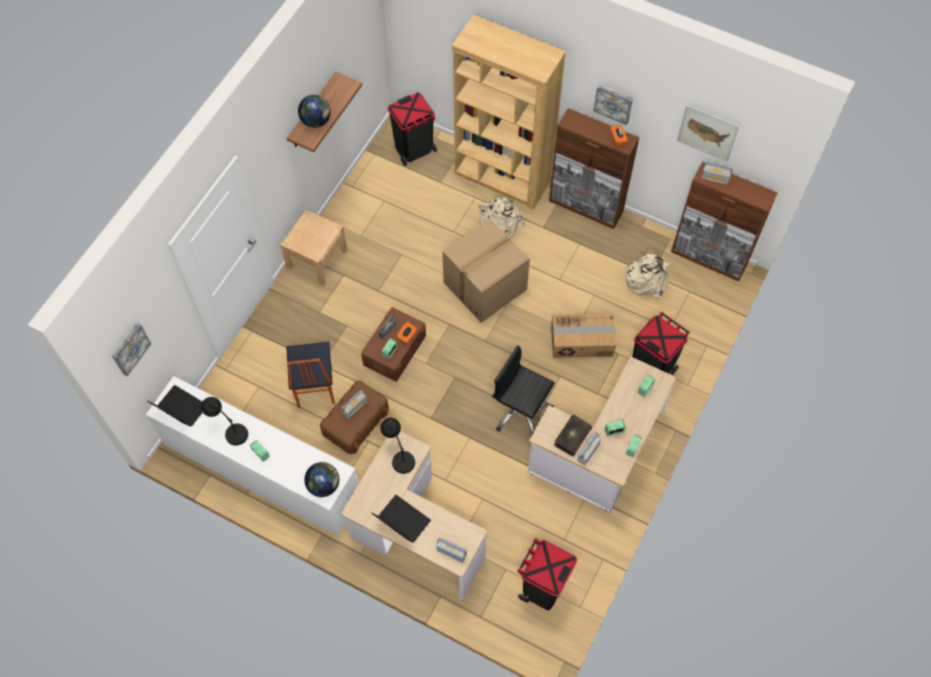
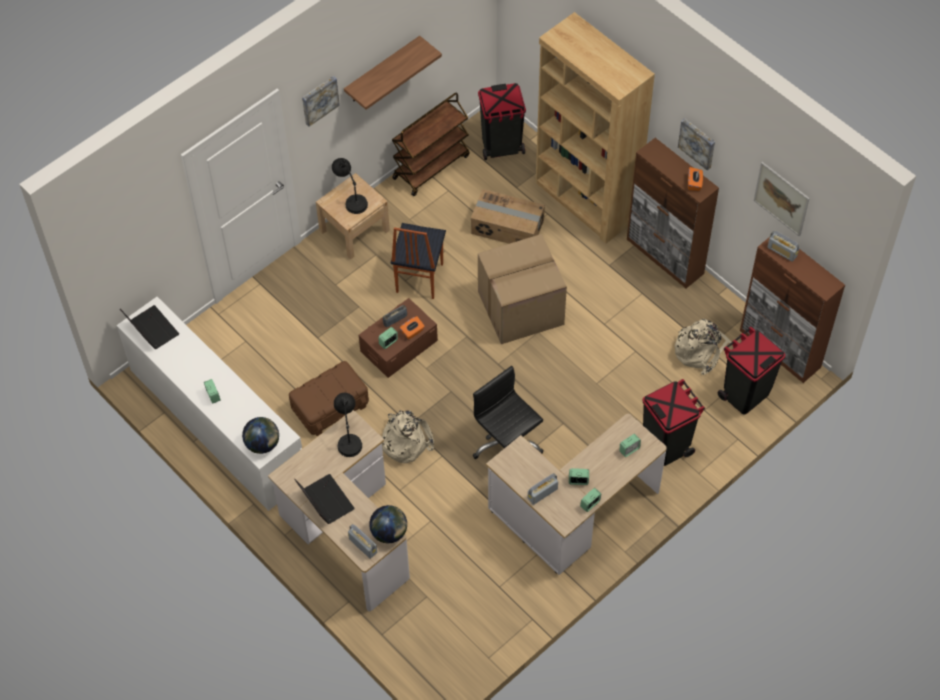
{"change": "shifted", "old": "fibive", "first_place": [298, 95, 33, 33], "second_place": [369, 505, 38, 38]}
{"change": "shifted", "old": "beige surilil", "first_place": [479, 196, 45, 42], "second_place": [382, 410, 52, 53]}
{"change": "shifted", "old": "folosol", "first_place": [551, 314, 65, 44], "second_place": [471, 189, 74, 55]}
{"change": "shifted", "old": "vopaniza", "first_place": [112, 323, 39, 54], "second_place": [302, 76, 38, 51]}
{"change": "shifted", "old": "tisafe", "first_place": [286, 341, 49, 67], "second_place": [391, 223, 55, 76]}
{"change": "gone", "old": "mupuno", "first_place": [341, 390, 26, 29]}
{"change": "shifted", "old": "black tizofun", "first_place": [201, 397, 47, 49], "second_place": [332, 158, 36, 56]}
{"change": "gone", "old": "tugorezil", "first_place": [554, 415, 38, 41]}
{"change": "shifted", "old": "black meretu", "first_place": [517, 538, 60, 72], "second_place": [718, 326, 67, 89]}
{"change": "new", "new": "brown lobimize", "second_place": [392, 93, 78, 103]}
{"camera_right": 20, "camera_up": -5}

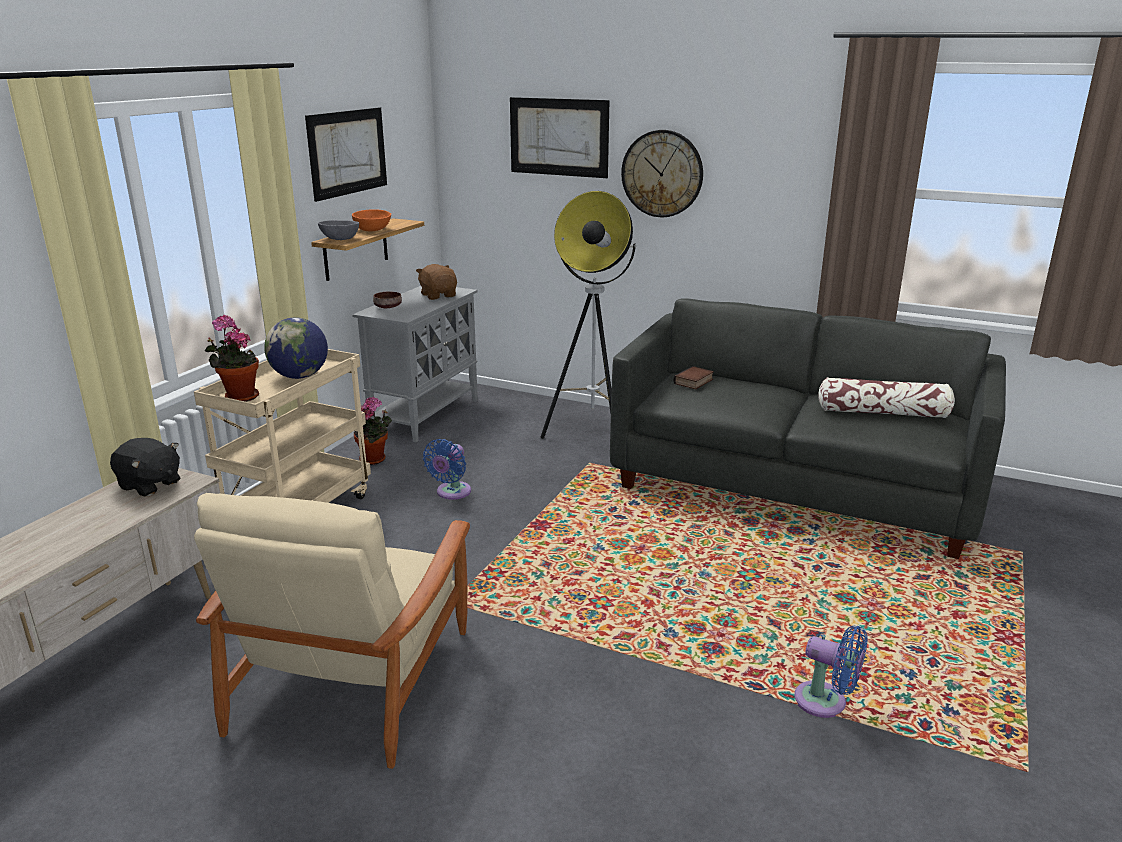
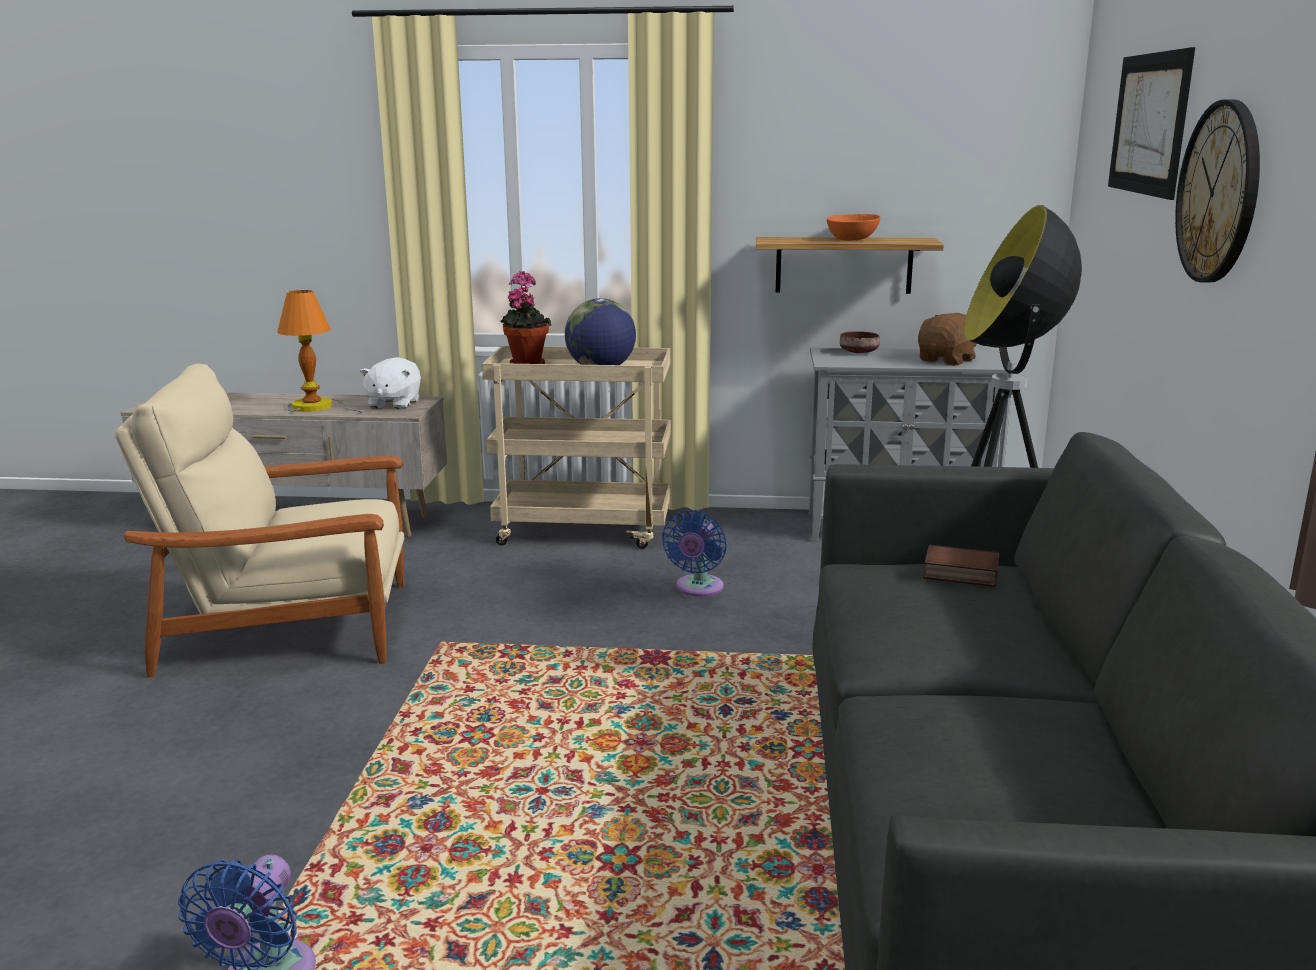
{"change": "gone", "old": "vopaniza", "first_place": [305, 107, 82, 95]}
{"change": "gone", "old": "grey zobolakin", "first_place": [318, 220, 41, 20]}
{"change": "gone", "old": "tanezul", "first_place": [819, 377, 136, 41]}
{"change": "gone", "old": "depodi", "first_place": [354, 397, 38, 68]}
{"change": "repainted", "old": "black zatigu", "new": "white zatigu", "first_place": [110, 438, 70, 59], "second_place": [359, 357, 62, 53]}
{"change": "rotated", "old": "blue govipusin", "first_place": [423, 439, 48, 61], "second_place": [662, 510, 65, 87], "degrees": -75}
{"change": "new", "new": "tizofun", "second_place": [277, 290, 87, 123]}
{"camera_right": 70, "camera_up": -5}

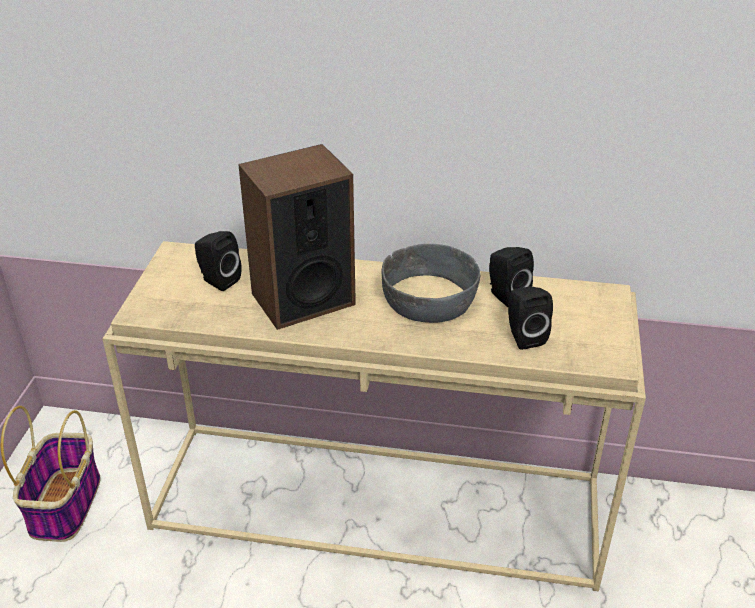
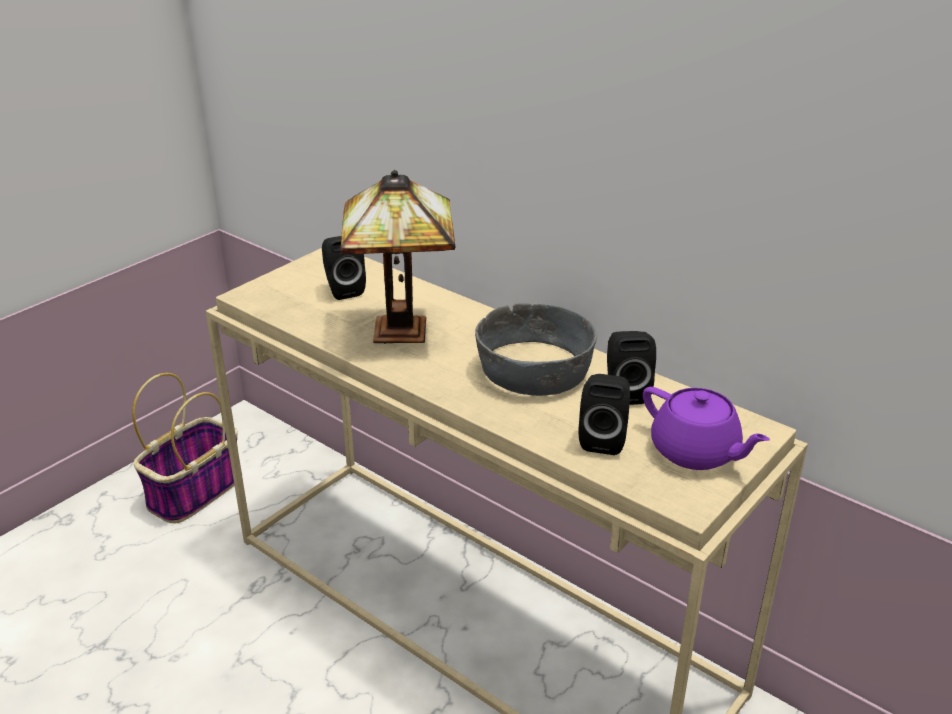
{"change": "swapped", "old": "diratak", "new": "tizofun", "first_place": [238, 144, 118, 186], "second_place": [340, 170, 116, 174]}
{"change": "new", "new": "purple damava", "second_place": [643, 387, 127, 83]}
{"camera_right": 30, "camera_up": -5}

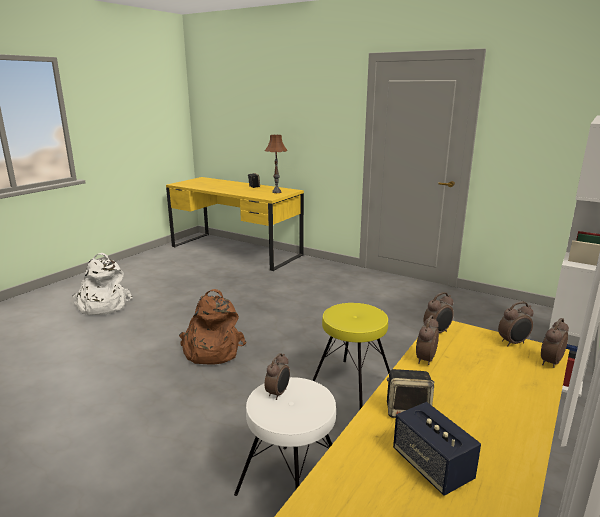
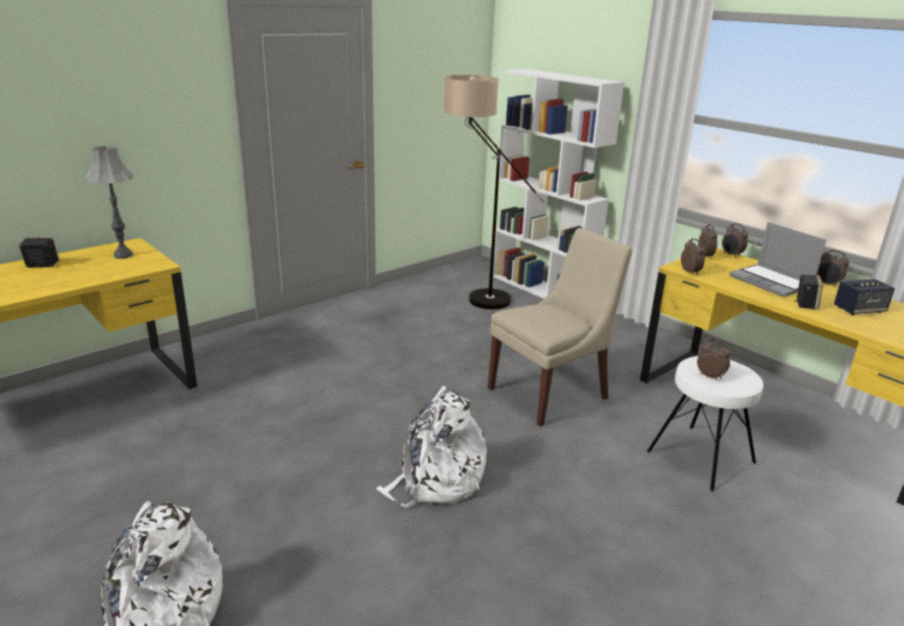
{"change": "repainted", "old": "brown tizofun", "new": "grey tizofun", "first_place": [265, 135, 22, 58], "second_place": [86, 146, 48, 113]}
{"change": "repainted", "old": "brown surilil", "new": "white surilil", "first_place": [179, 289, 67, 76], "second_place": [376, 386, 111, 122]}
{"change": "swapped", "old": "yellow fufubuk", "new": "beige tisafe", "first_place": [312, 303, 78, 106], "second_place": [488, 228, 144, 199]}
{"change": "shifted", "old": "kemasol", "first_place": [416, 315, 23, 50], "second_place": [817, 250, 32, 38]}
{"change": "new", "new": "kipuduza", "second_place": [444, 75, 101, 234]}
{"change": "new", "new": "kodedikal", "second_place": [729, 222, 97, 75]}
{"camera_right": -75, "camera_up": 5}

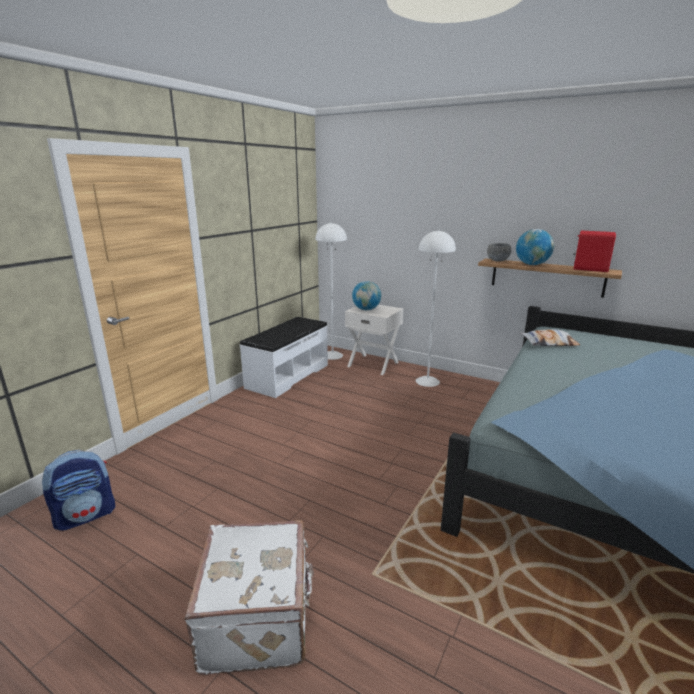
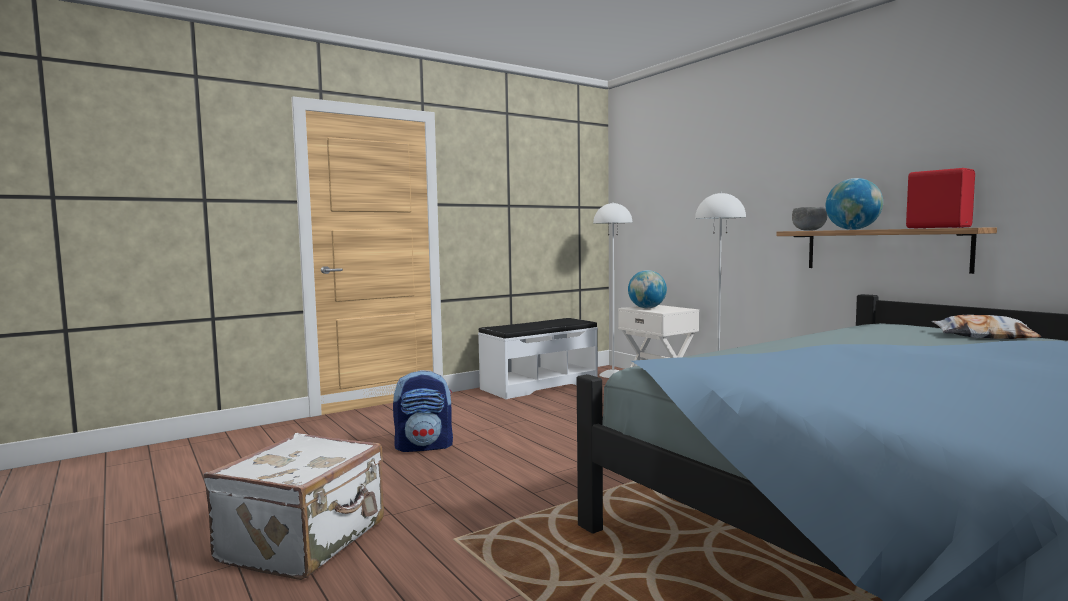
{"change": "shifted", "old": "tanezul", "first_place": [521, 329, 59, 17], "second_place": [931, 315, 110, 24]}
{"change": "shifted", "old": "surilil", "first_place": [42, 450, 73, 81], "second_place": [393, 370, 60, 82]}
{"camera_right": 25, "camera_up": -15}

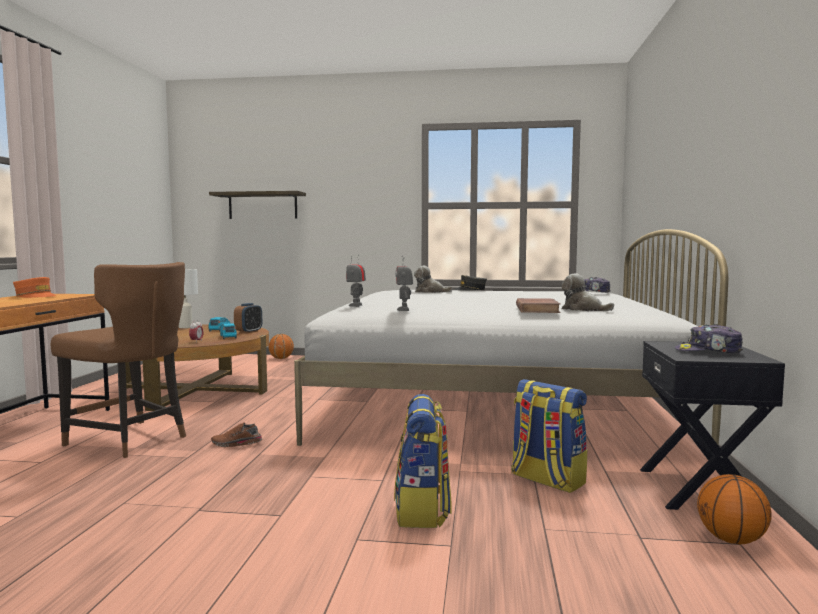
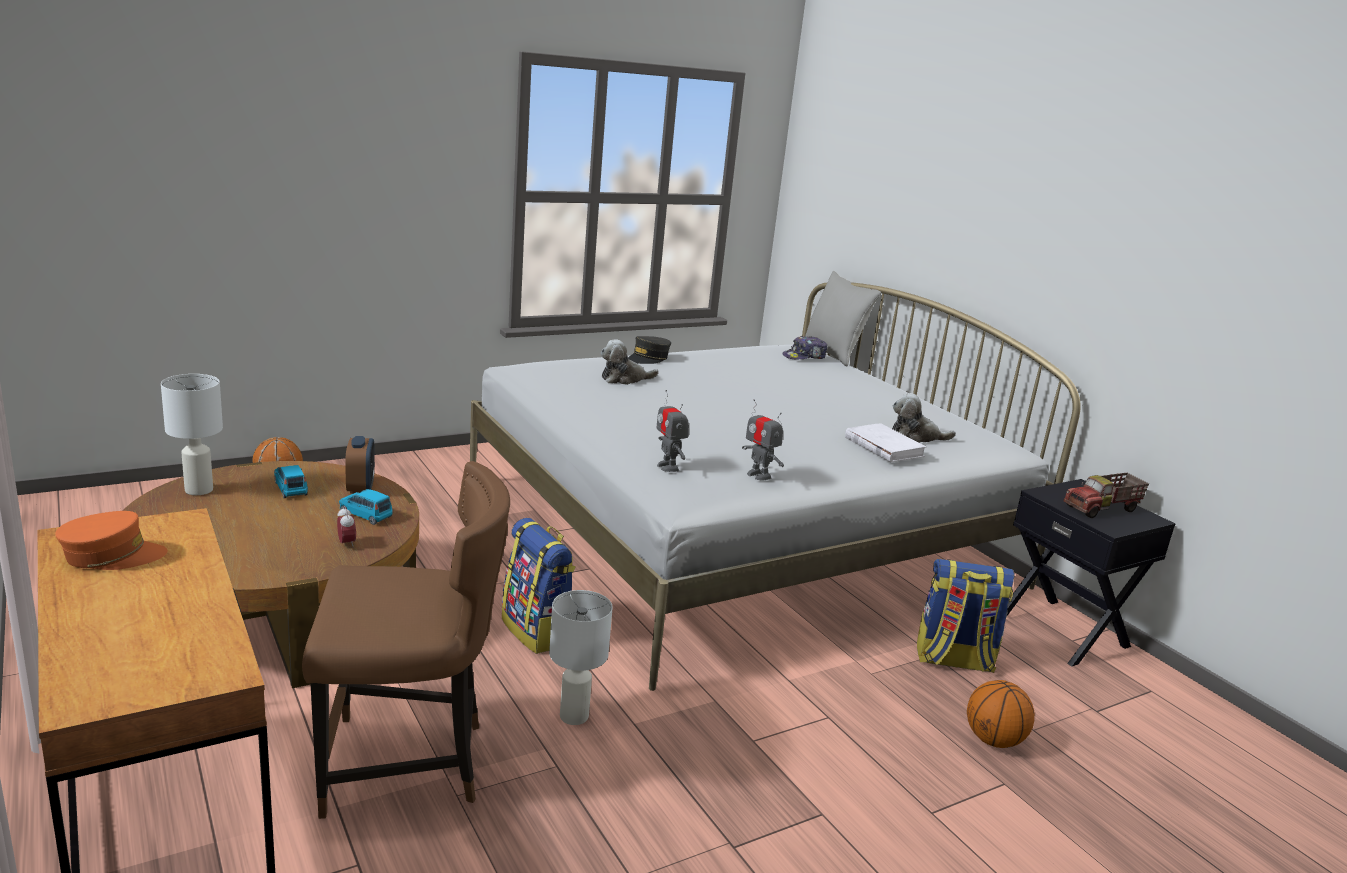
{"change": "gone", "old": "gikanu", "first_place": [209, 191, 97, 28]}
{"change": "repainted", "old": "brown tugorezil", "new": "white tugorezil", "first_place": [516, 298, 45, 15], "second_place": [845, 423, 82, 40]}
{"change": "swapped", "old": "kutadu", "new": "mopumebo", "first_place": [675, 324, 68, 29], "second_place": [1063, 473, 86, 45]}
{"change": "shifted", "old": "surilil", "first_place": [394, 394, 57, 134], "second_place": [502, 518, 74, 136]}
{"change": "swapped", "old": "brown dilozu", "new": "white tizofun", "first_place": [211, 422, 51, 25], "second_place": [549, 590, 64, 135]}
{"change": "shifted", "old": "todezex", "first_place": [697, 474, 75, 70], "second_place": [967, 680, 68, 68]}
{"change": "new", "new": "grey tanezul", "second_place": [805, 271, 77, 96]}
{"camera_right": -40, "camera_up": 15}

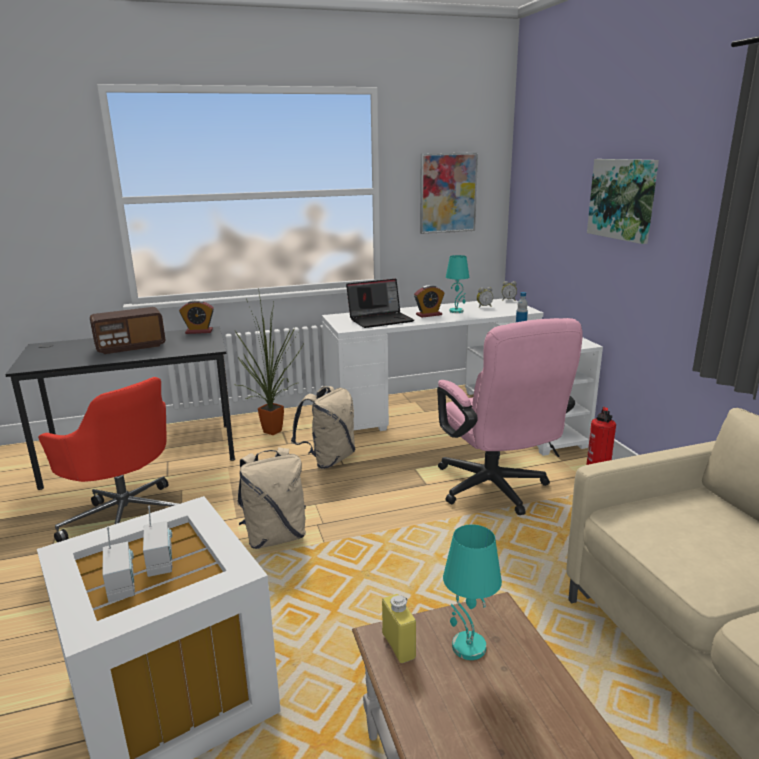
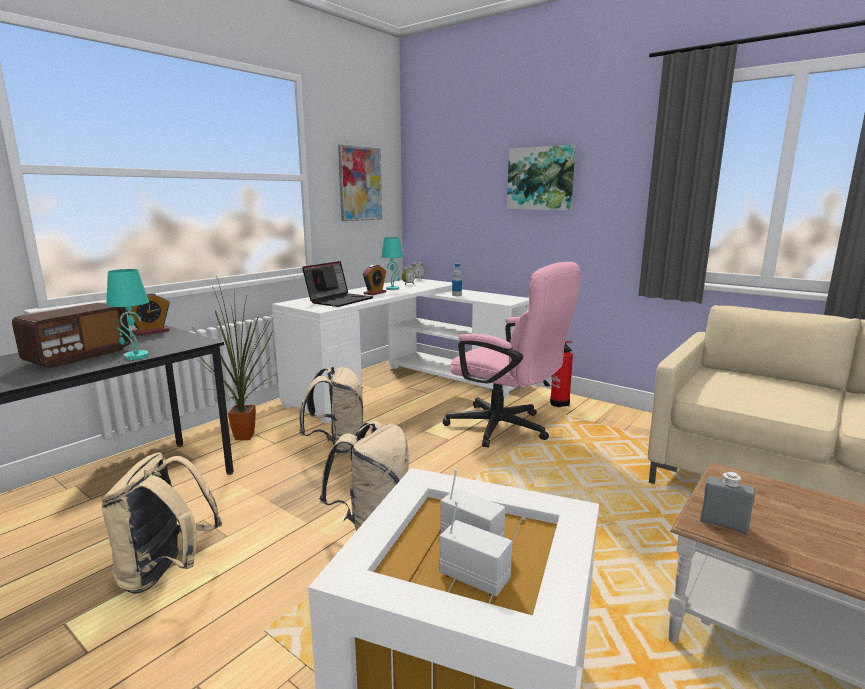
{"change": "swapped", "old": "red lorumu", "new": "beige surilil", "first_place": [38, 377, 141, 165], "second_place": [101, 452, 121, 142]}
{"change": "shifted", "old": "turquoise tizofun", "first_place": [443, 524, 59, 136], "second_place": [106, 269, 43, 91]}
{"change": "repainted", "old": "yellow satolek", "new": "grey satolek", "first_place": [382, 594, 34, 69], "second_place": [700, 472, 55, 62]}
{"camera_right": -35, "camera_up": -5}

